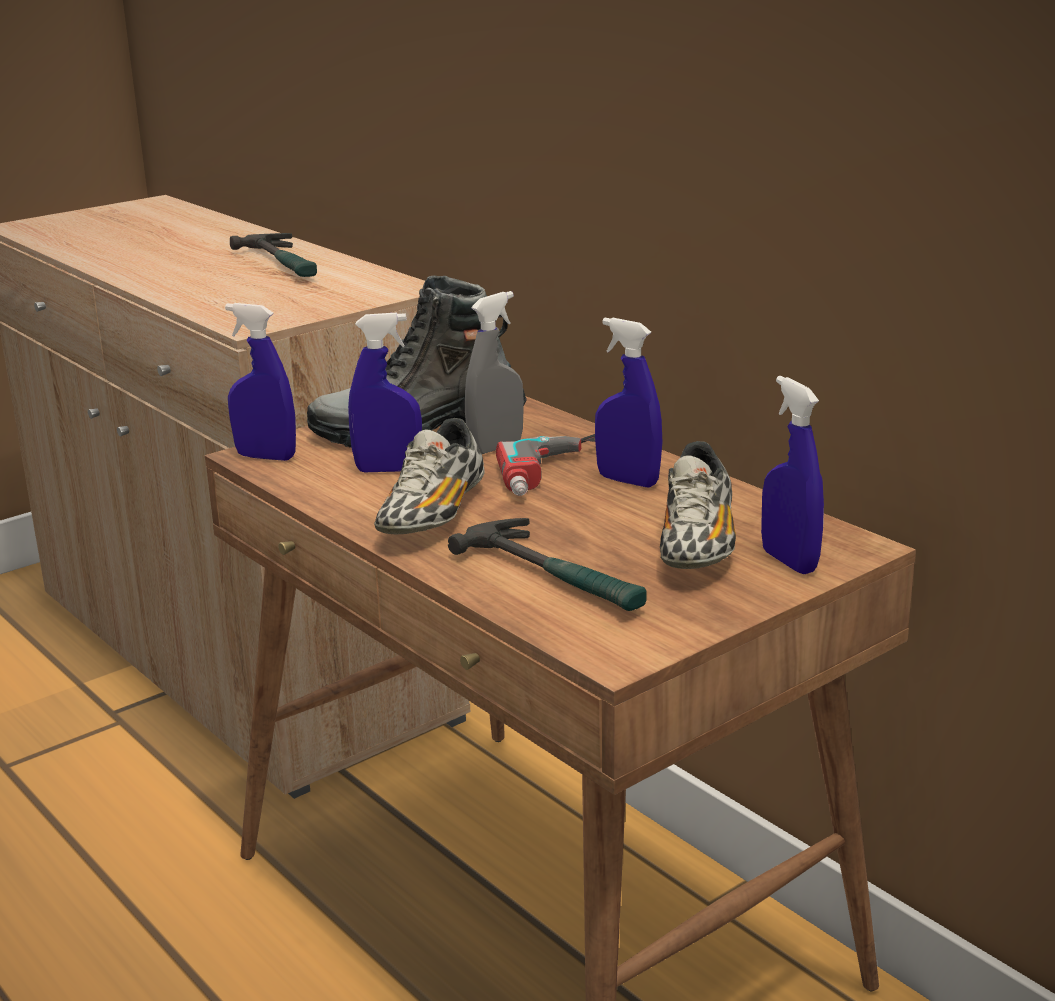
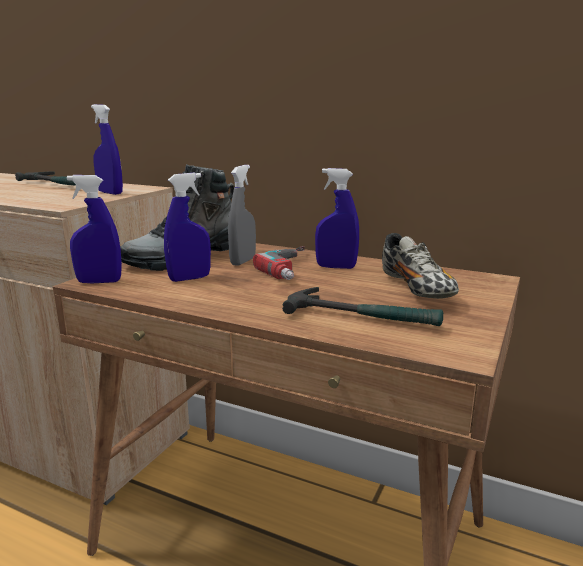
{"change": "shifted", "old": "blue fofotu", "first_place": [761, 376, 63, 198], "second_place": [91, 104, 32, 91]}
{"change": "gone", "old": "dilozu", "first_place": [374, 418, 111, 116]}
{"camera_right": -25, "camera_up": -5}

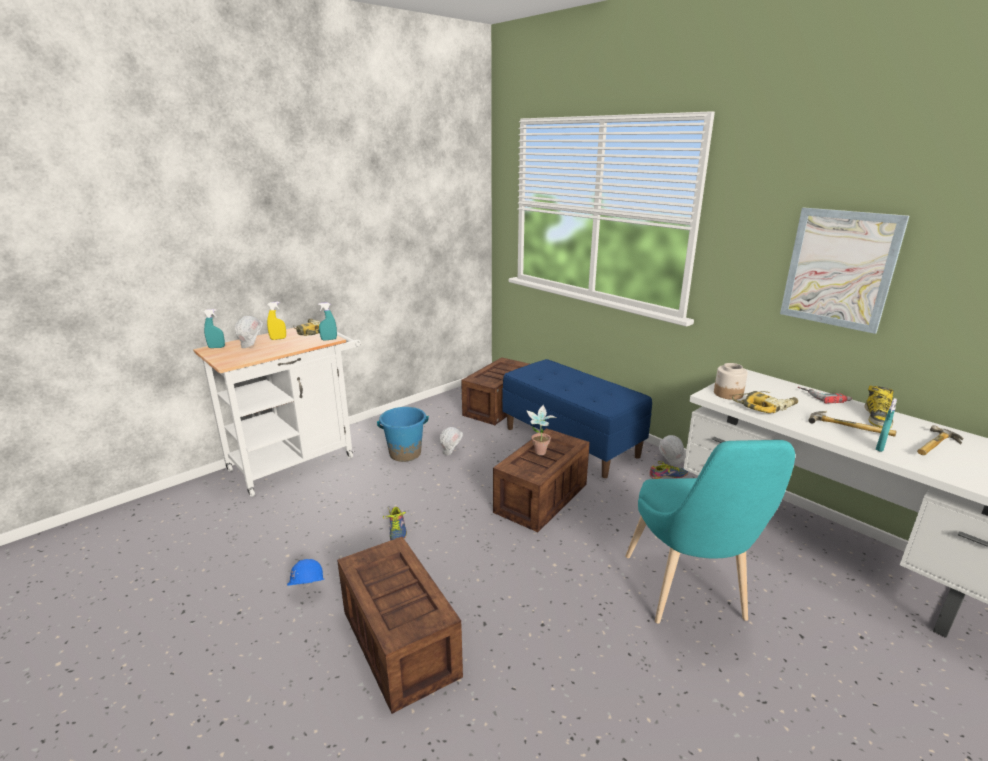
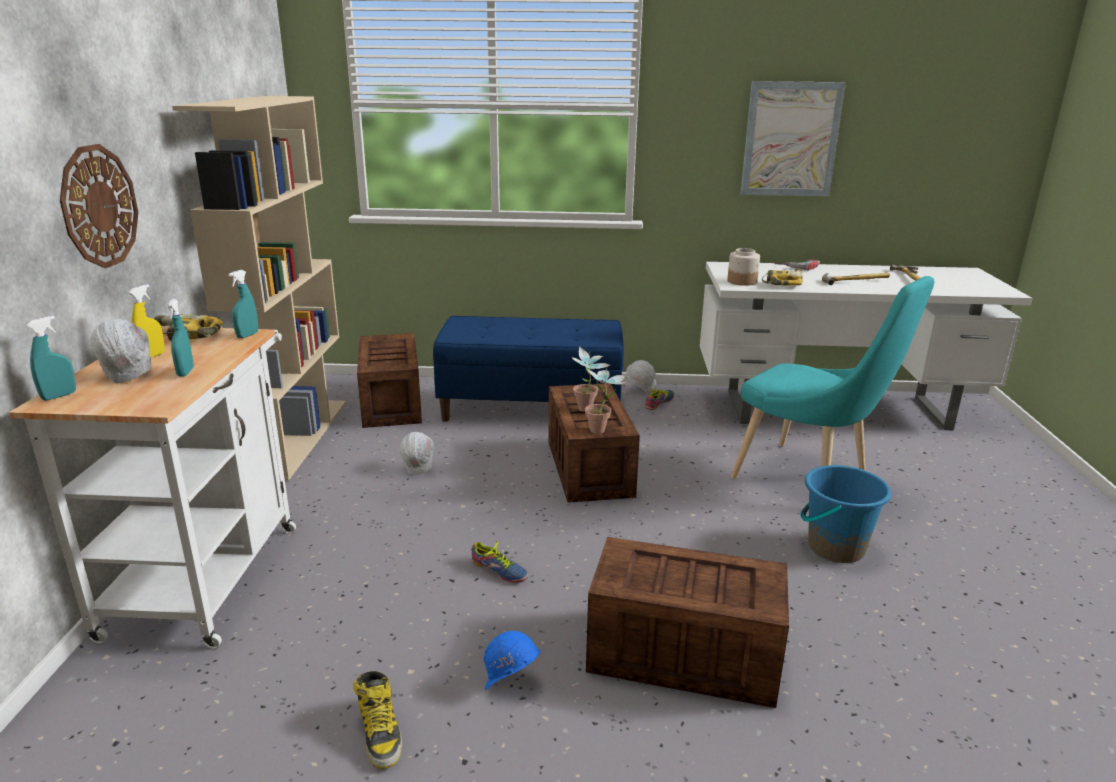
{"change": "shifted", "old": "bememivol", "first_place": [864, 385, 30, 43], "second_place": [353, 671, 49, 98]}
{"change": "shifted", "old": "turquoise fofotu", "first_place": [876, 398, 21, 54], "second_place": [166, 299, 28, 78]}
{"change": "shifted", "old": "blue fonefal", "first_place": [377, 407, 52, 55], "second_place": [800, 465, 91, 98]}
{"change": "new", "new": "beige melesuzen", "second_place": [172, 96, 174, 385]}
{"change": "new", "new": "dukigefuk", "second_place": [60, 144, 78, 124]}
{"change": "new", "new": "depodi", "second_place": [585, 369, 42, 65]}
{"camera_right": -45, "camera_up": 0}

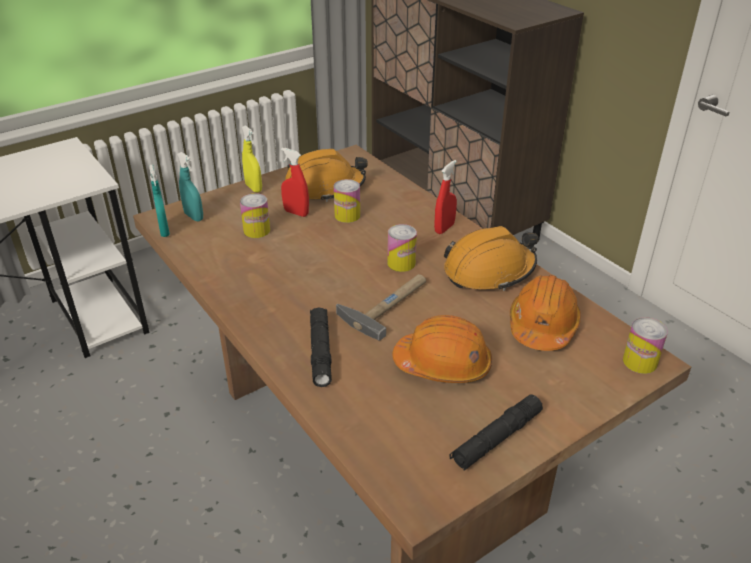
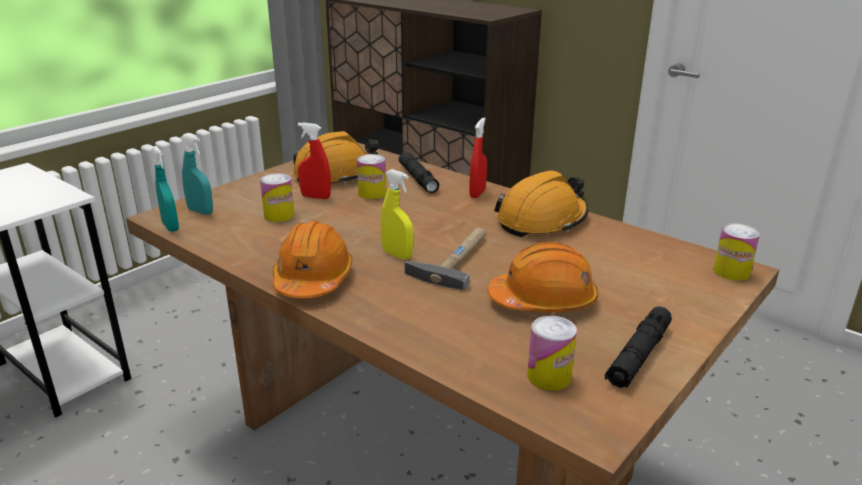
{"change": "shifted", "old": "yellow fofotu", "first_place": [242, 125, 20, 68], "second_place": [381, 169, 32, 91]}
{"change": "shifted", "old": "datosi", "first_place": [387, 224, 30, 48], "second_place": [527, 316, 50, 75]}
{"change": "shifted", "old": "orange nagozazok", "first_place": [510, 275, 71, 76], "second_place": [272, 221, 81, 77]}
{"change": "shifted", "old": "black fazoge", "first_place": [310, 307, 22, 80], "second_place": [399, 152, 40, 41]}
{"camera_right": -15, "camera_up": -10}

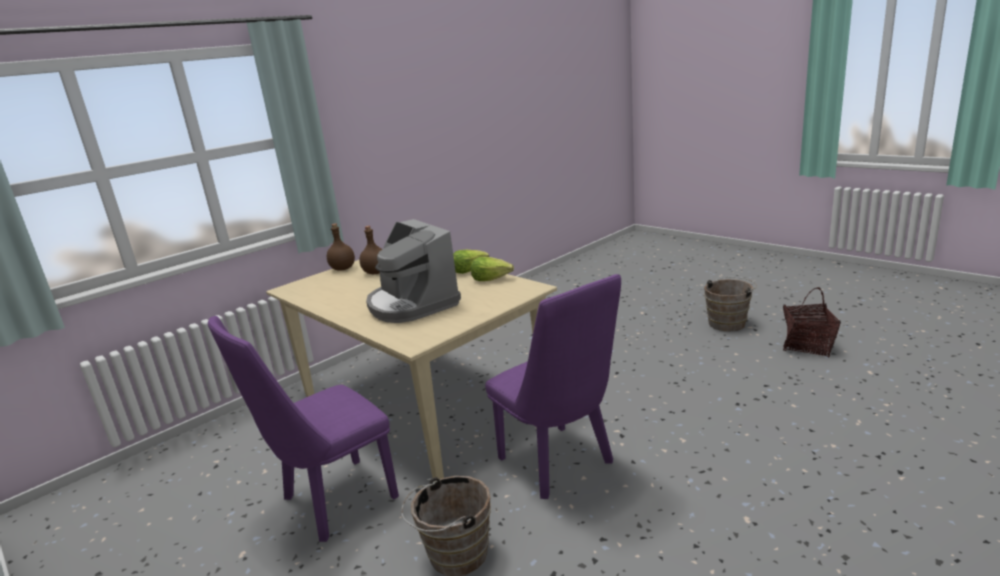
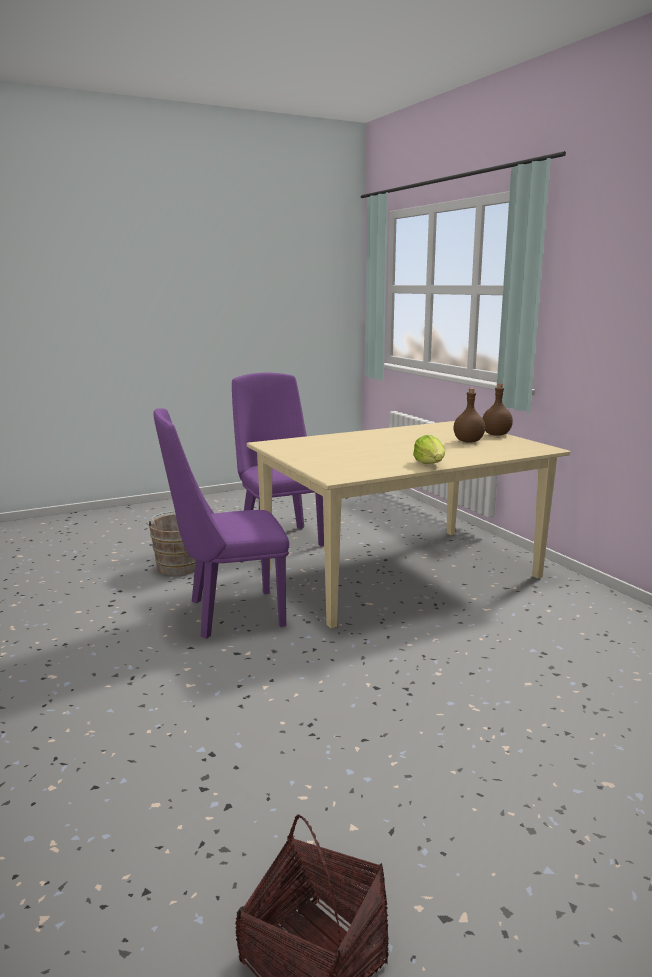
{"change": "gone", "old": "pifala", "first_place": [366, 219, 95, 104]}
{"change": "gone", "old": "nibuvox", "first_place": [471, 257, 43, 24]}
{"change": "gone", "old": "brown fonefal", "first_place": [704, 277, 53, 55]}
{"camera_right": 105, "camera_up": -5}

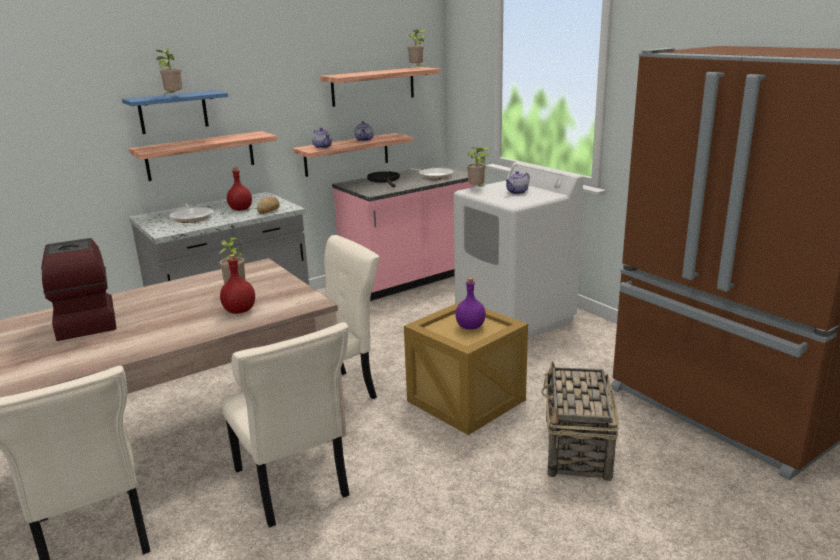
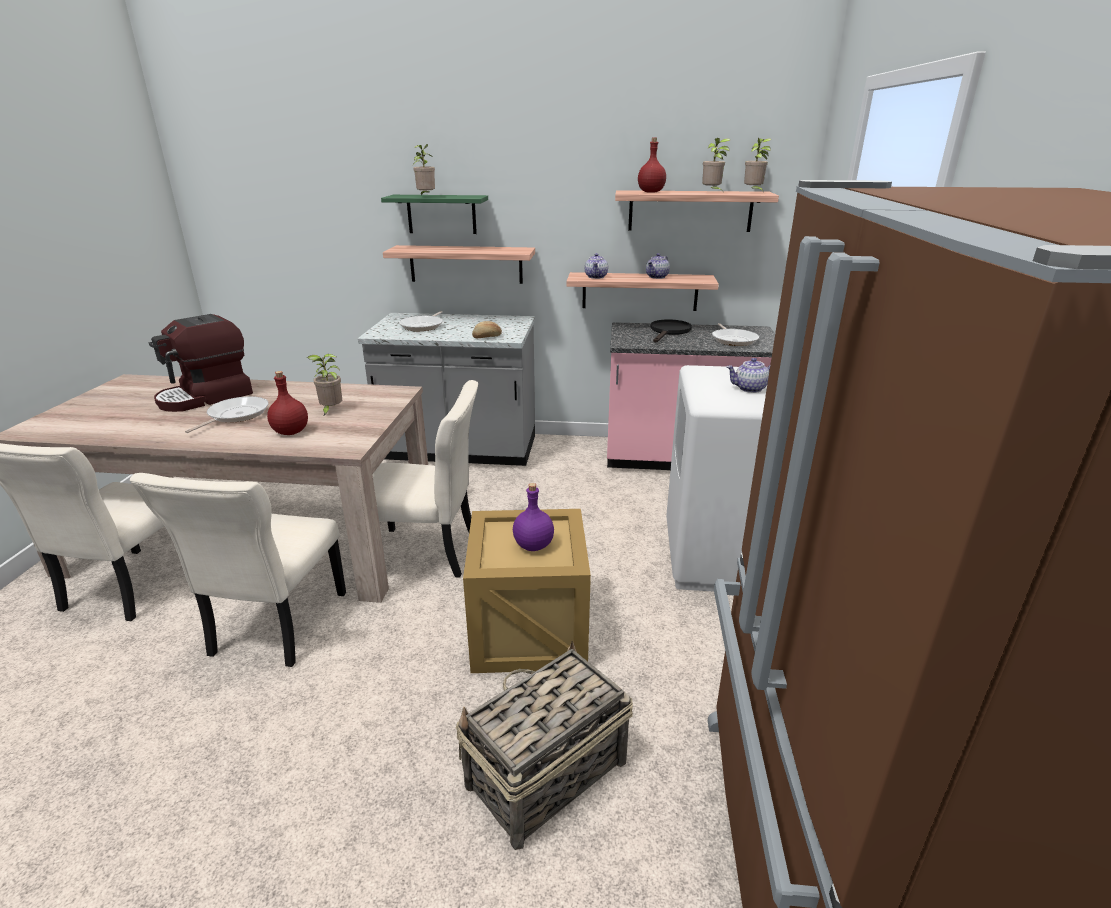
{"change": "repainted", "old": "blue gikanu", "new": "green gikanu", "first_place": [122, 90, 106, 44], "second_place": [381, 195, 107, 39]}
{"change": "shifted", "old": "depodi", "first_place": [467, 147, 23, 40], "second_place": [702, 138, 28, 53]}
{"change": "shifted", "old": "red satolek", "first_place": [227, 167, 25, 44], "second_place": [638, 138, 28, 55]}
{"change": "rotated", "old": "pifala", "first_place": [41, 238, 75, 103], "second_place": [148, 314, 105, 98], "degrees": -150}
{"change": "new", "new": "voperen", "second_place": [185, 396, 84, 37]}
{"camera_right": 40, "camera_up": 5}

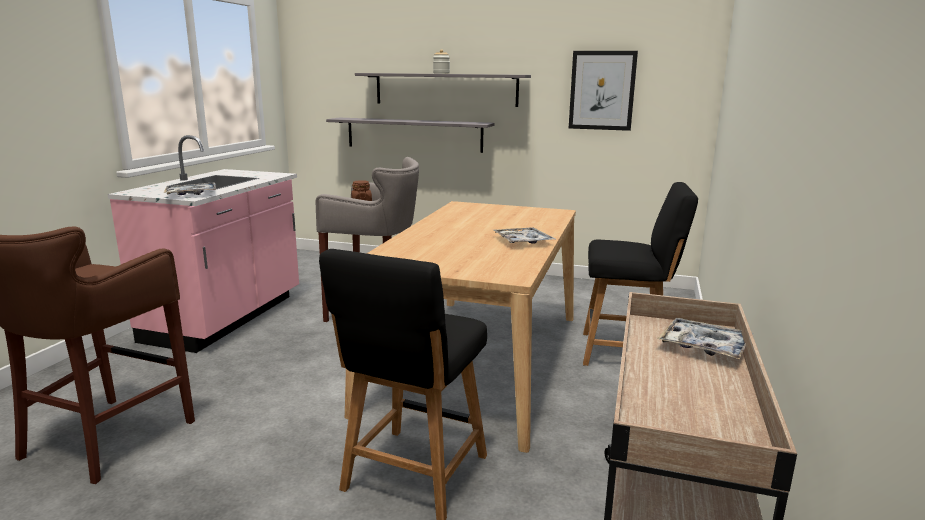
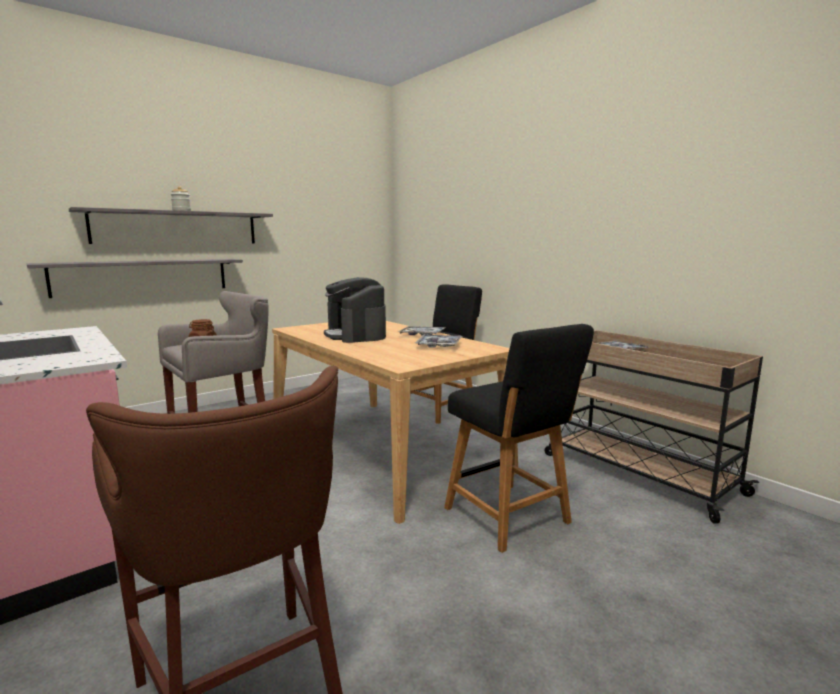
{"change": "gone", "old": "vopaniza", "first_place": [569, 51, 69, 80]}
{"change": "shifted", "old": "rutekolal", "first_place": [164, 183, 52, 12], "second_place": [415, 334, 48, 14]}
{"change": "new", "new": "pifala", "second_place": [324, 277, 62, 66]}
{"camera_right": -55, "camera_up": -5}

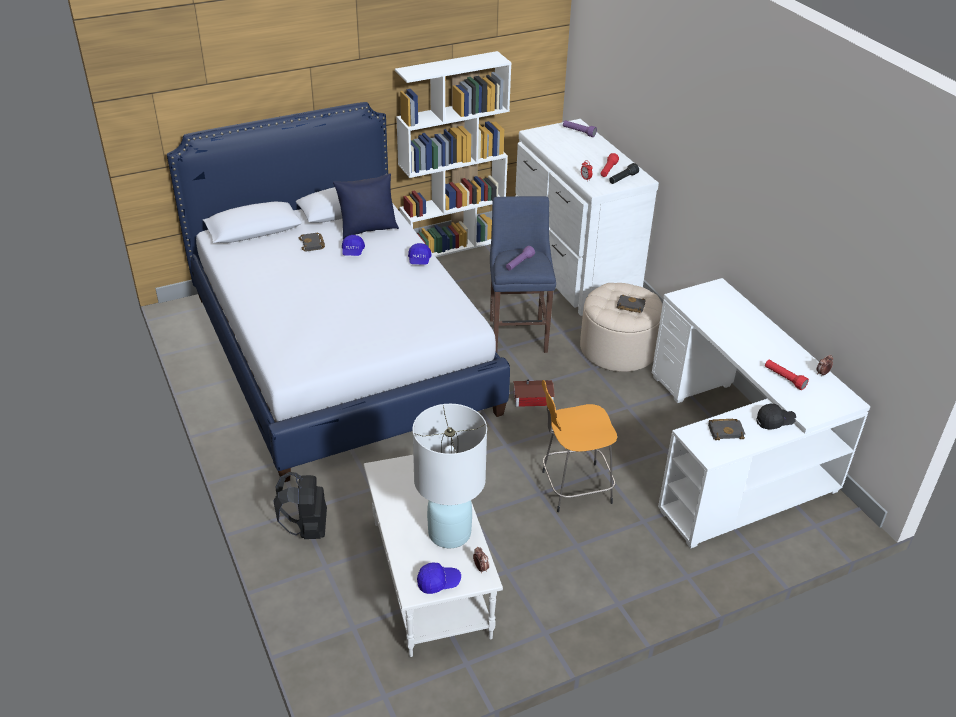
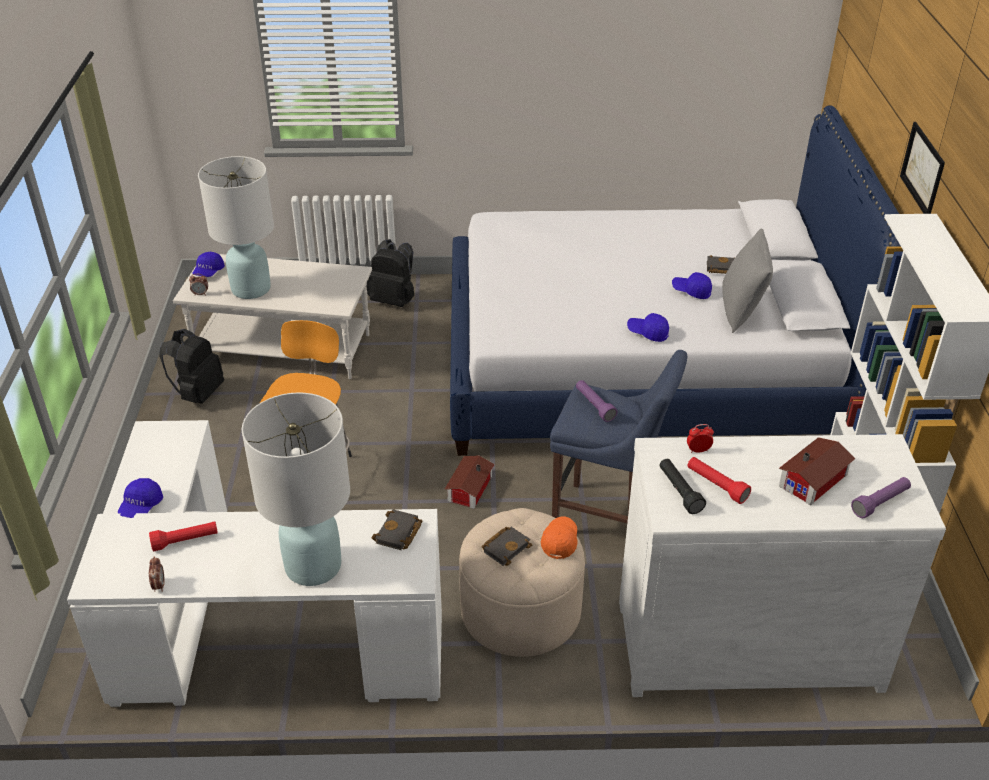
{"change": "repainted", "old": "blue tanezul", "new": "grey tanezul", "first_place": [333, 174, 66, 65], "second_place": [722, 228, 51, 105]}
{"change": "repainted", "old": "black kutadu", "new": "blue kutadu", "first_place": [756, 404, 40, 26], "second_place": [118, 478, 45, 40]}
{"change": "shifted", "old": "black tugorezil", "first_place": [708, 419, 37, 21], "second_place": [372, 509, 51, 41]}
{"change": "new", "new": "vopaniza", "second_place": [900, 122, 45, 92]}
{"change": "new", "new": "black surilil", "second_place": [159, 329, 65, 75]}
{"change": "new", "new": "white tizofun", "second_place": [242, 392, 108, 194]}
{"change": "new", "new": "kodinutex", "second_place": [779, 437, 77, 68]}
{"change": "new", "new": "orange kutadu", "second_place": [541, 516, 37, 43]}
{"camera_right": 115, "camera_up": 0}

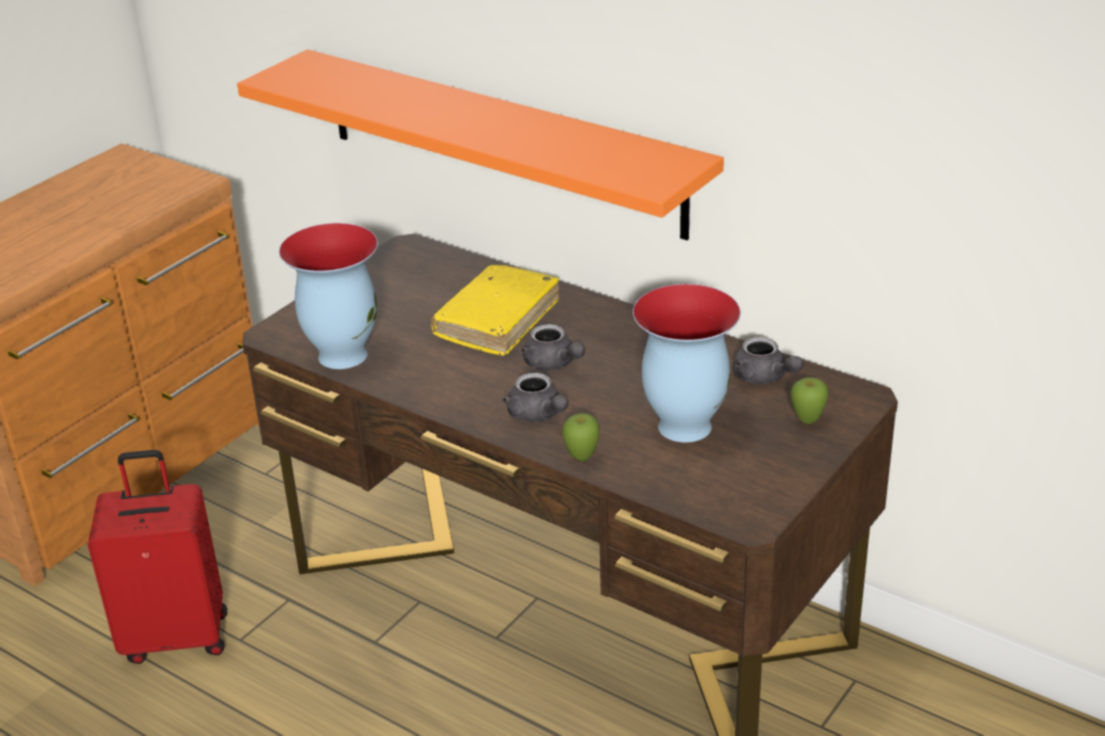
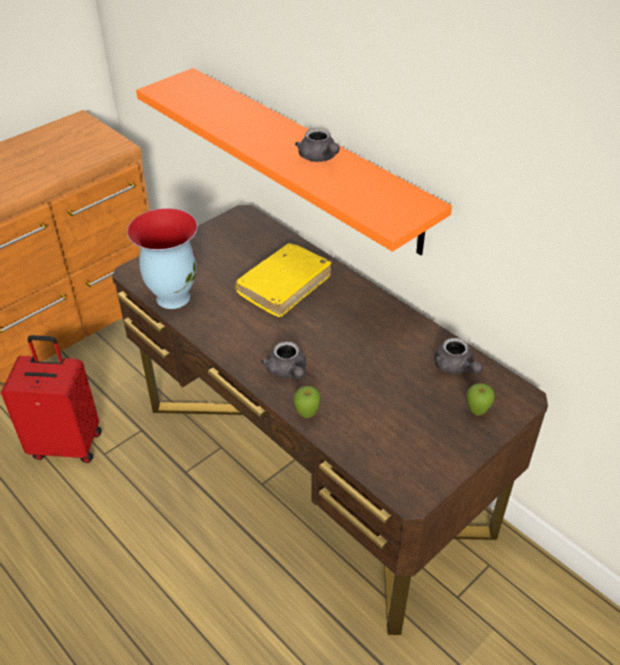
{"change": "gone", "old": "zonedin", "first_place": [633, 284, 108, 159]}
{"change": "shifted", "old": "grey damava", "first_place": [521, 324, 64, 47], "second_place": [295, 128, 45, 34]}
{"camera_right": 10, "camera_up": 10}

